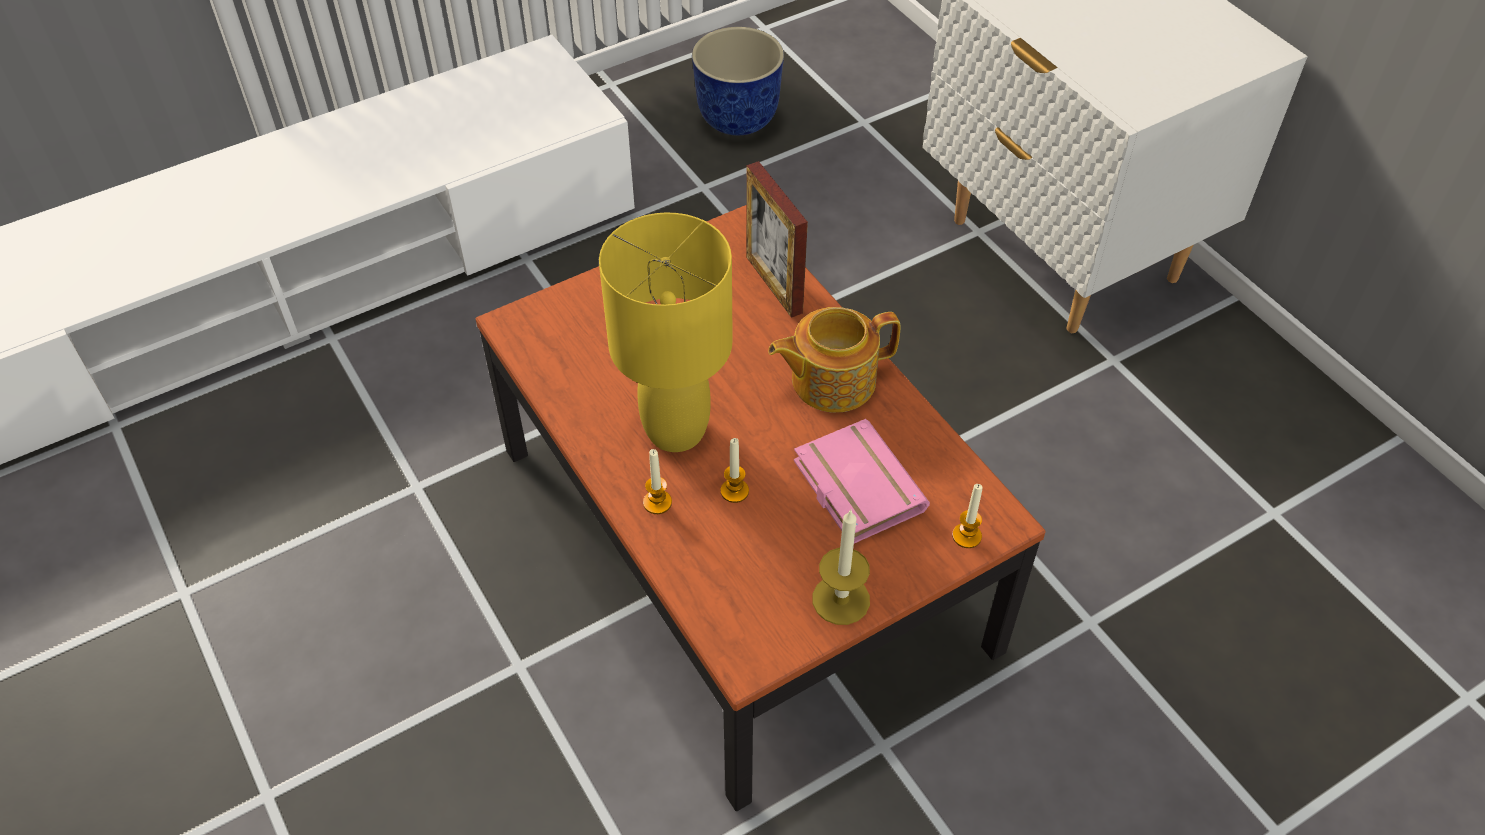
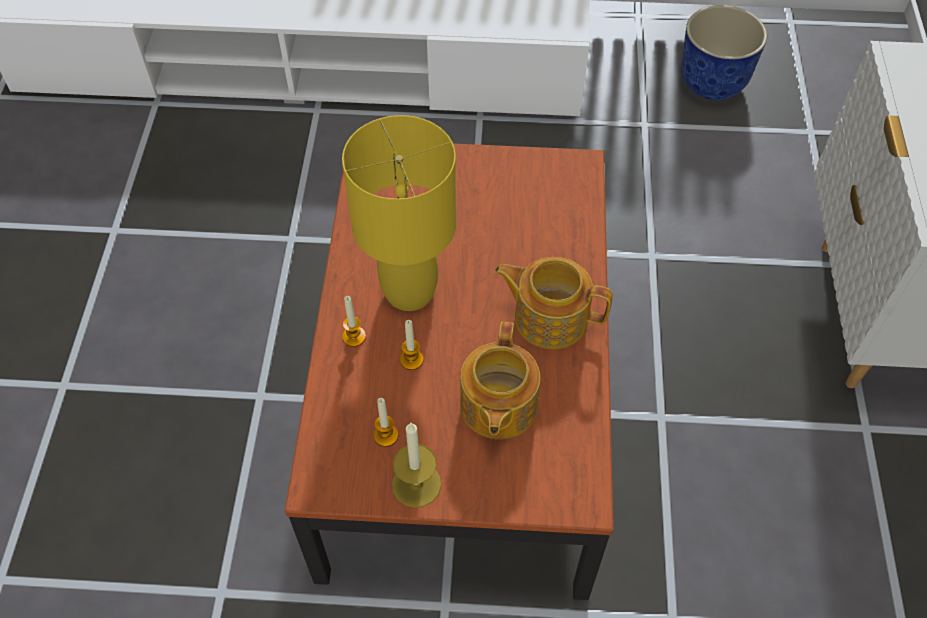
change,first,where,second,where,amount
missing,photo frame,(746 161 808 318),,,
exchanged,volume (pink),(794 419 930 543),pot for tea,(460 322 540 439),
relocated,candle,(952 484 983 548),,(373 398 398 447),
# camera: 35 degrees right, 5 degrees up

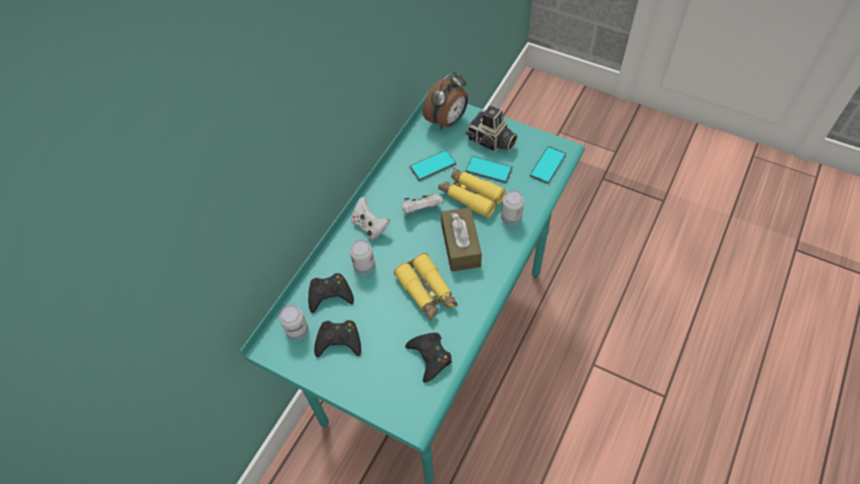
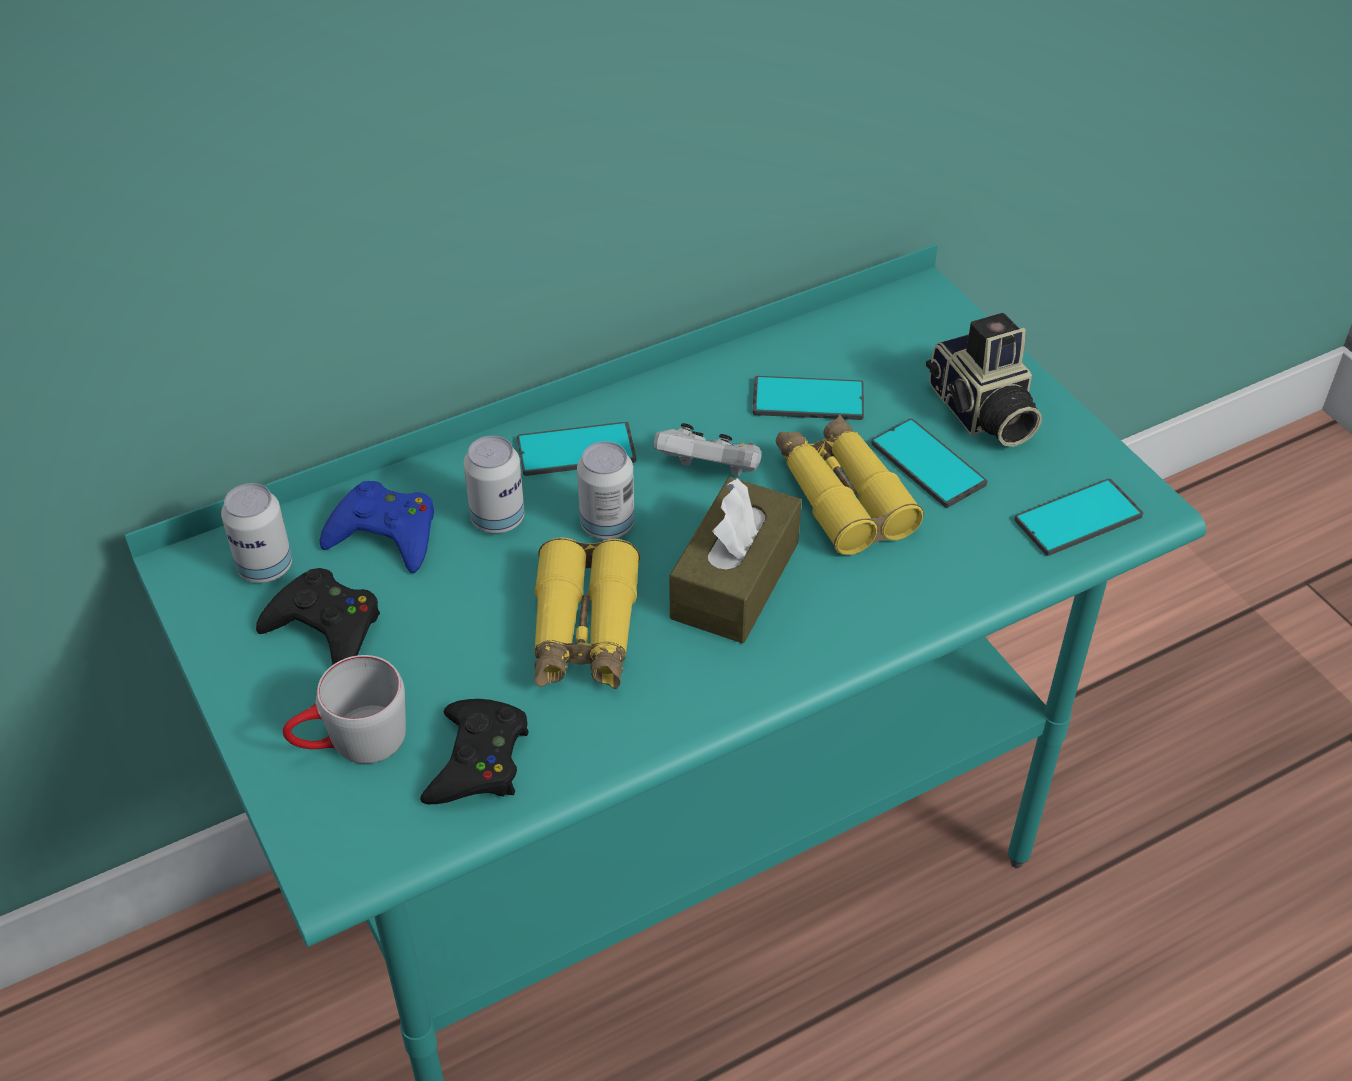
change,first,where,second,where,amount
missing,alarm clock,(422 72 468 129),,,
relocated,can,(501 190 524 226),,(577 441 635 539),
exchanged,game controller (whitish),(352 197 390 240),phone,(517 422 636 476),
colour,game controller (blackish),(308 273 354 313),game controller (bluish),(319 481 434 573),
appeared,,,coffee mug (greyish),(283 655 406 764),
# camera: 30 degrees right, 10 degrees down

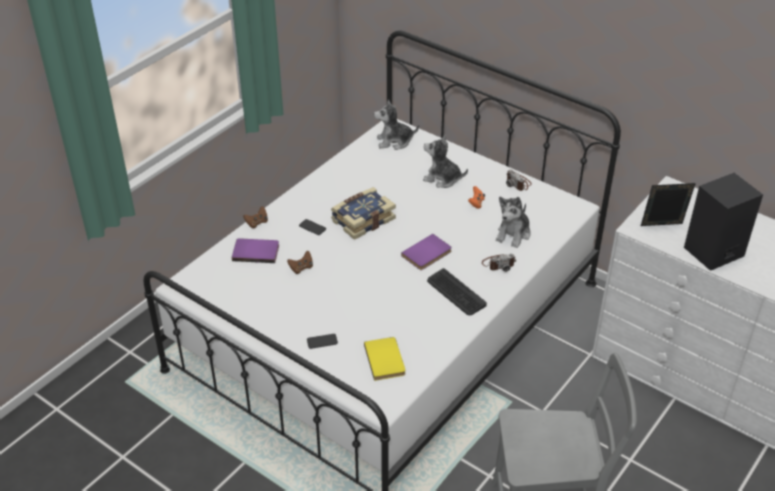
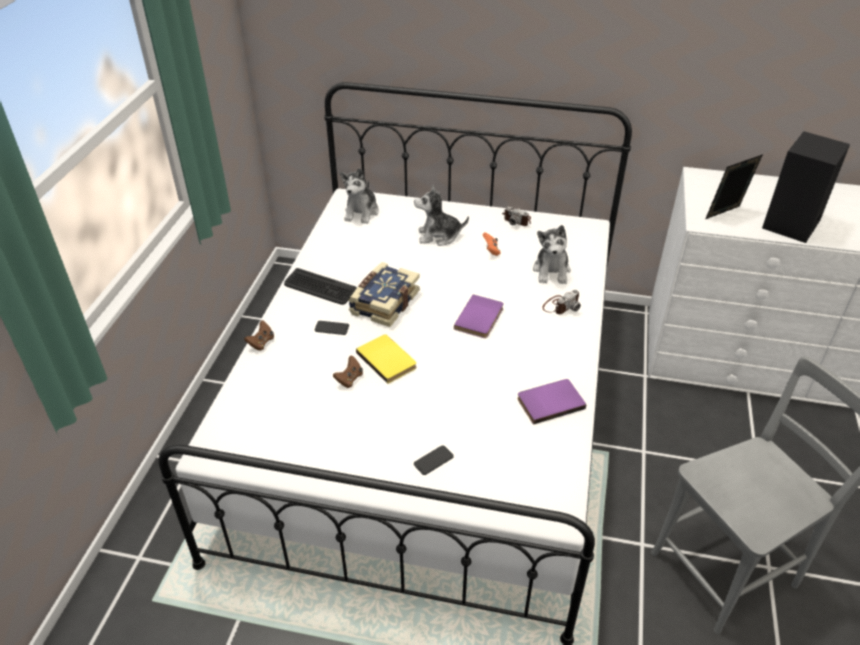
change,first,where,second,where,amount
spun,plush toy,(374 100 419 150),,(340 168 379 224),45 degrees counterclockwise
relocated,volume (purplish),(232 238 279 263),,(517 379 587 425),
relocated,keyboard,(427 268 487 315),,(284 268 357 305),
relocated,volume (yellow),(364 337 405 381),,(356 334 416 384),
# camera: 25 degrees left, 0 degrees up

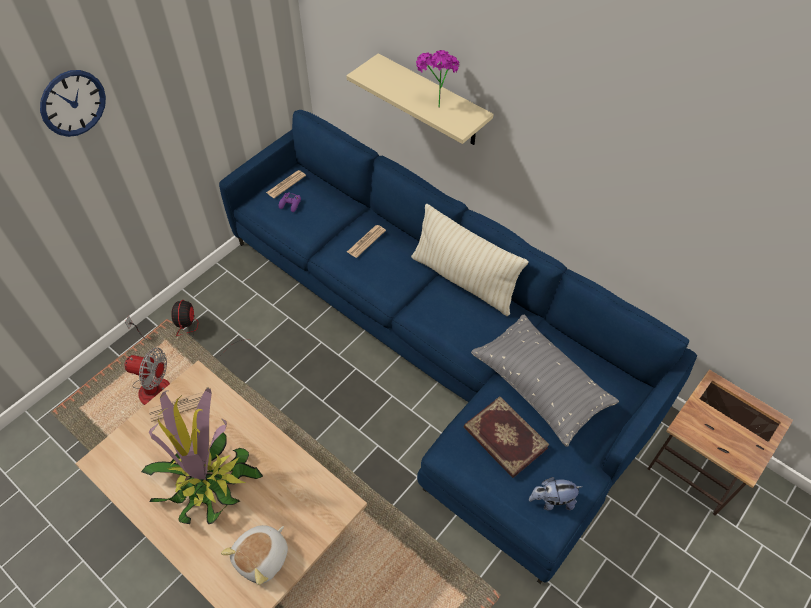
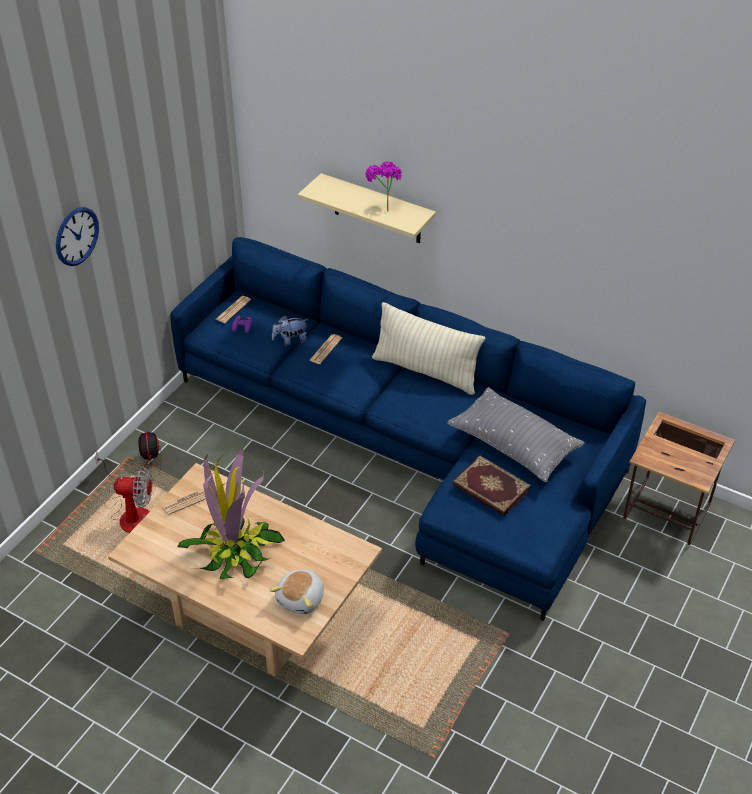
change,first,where,second,where,amount
relocated,plush toy,(529 477 582 511),,(272 315 308 346),
# camera: 10 degrees left, 10 degrees down

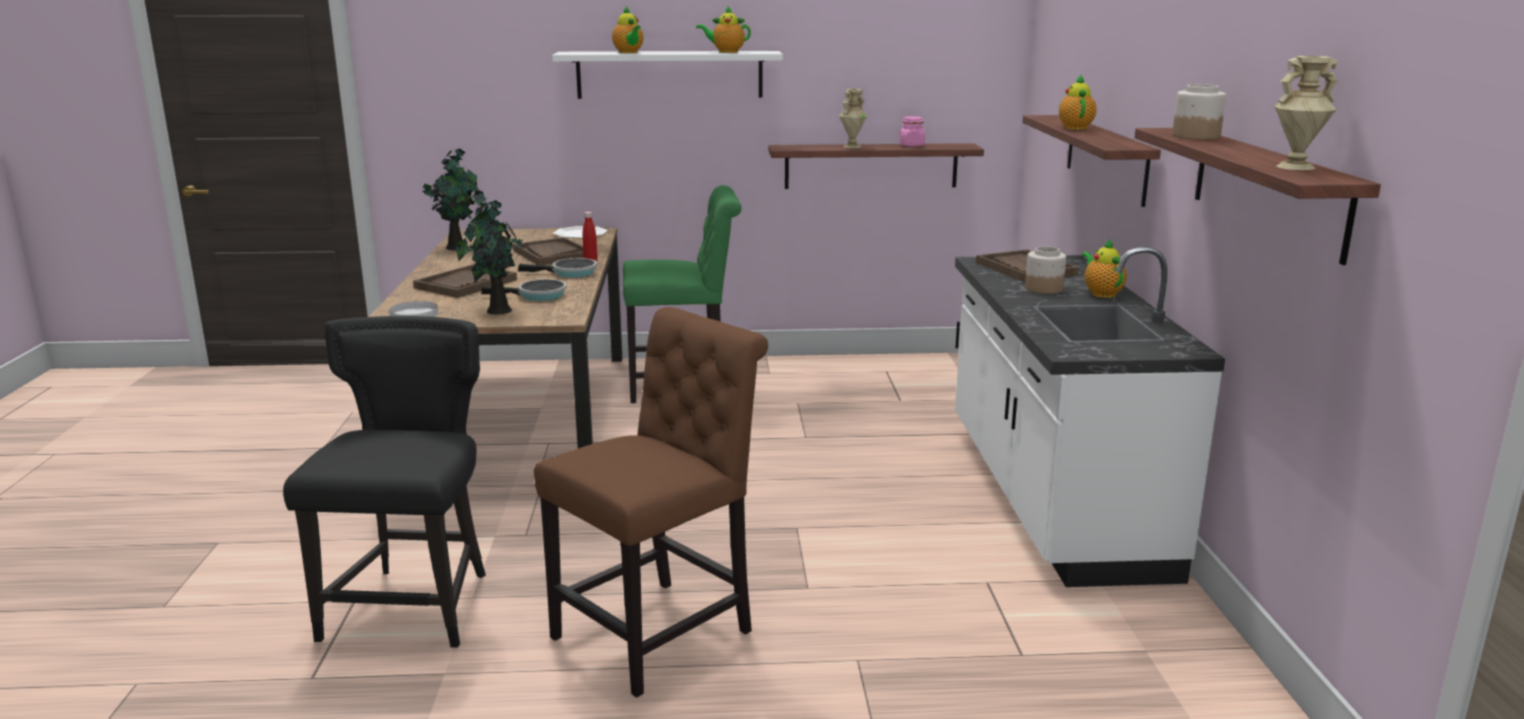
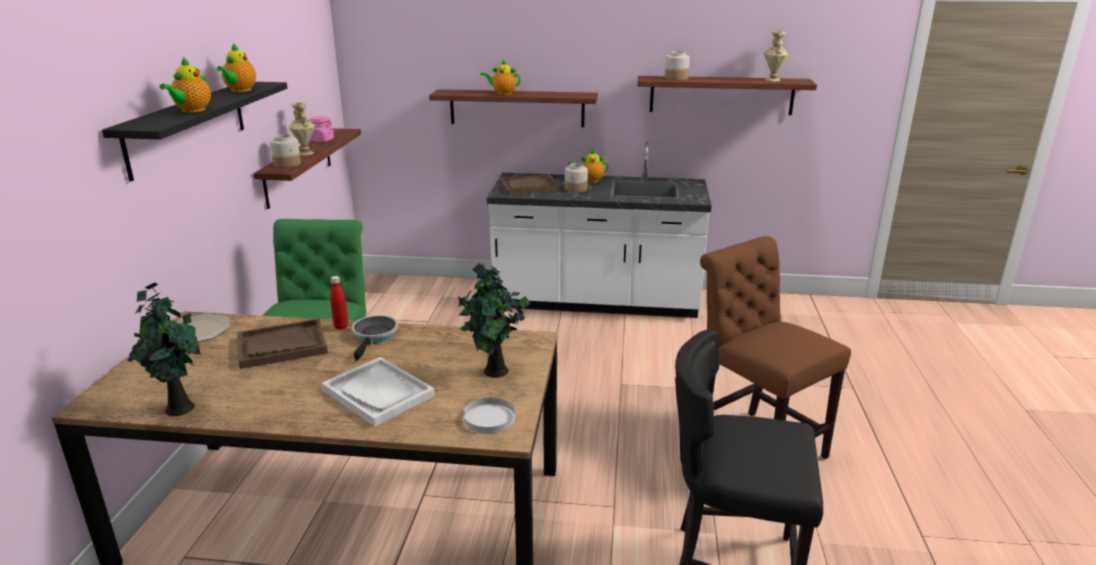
change,first,where,second,where,amount
spun,pot for tea,(612 6 644 53),,(159 57 211 112),120 degrees clockwise
colour,wall shelf (whitish),(552 51 783 99),wall shelf (blackish),(102 82 287 182),
colour,tray (brown),(413 264 517 298),tray (whitish),(321 357 435 426),
missing,frying pan,(481 279 567 301),,,
appeared,,,storage jar,(270 134 301 168),
# camera: 80 degrees left, 5 degrees up

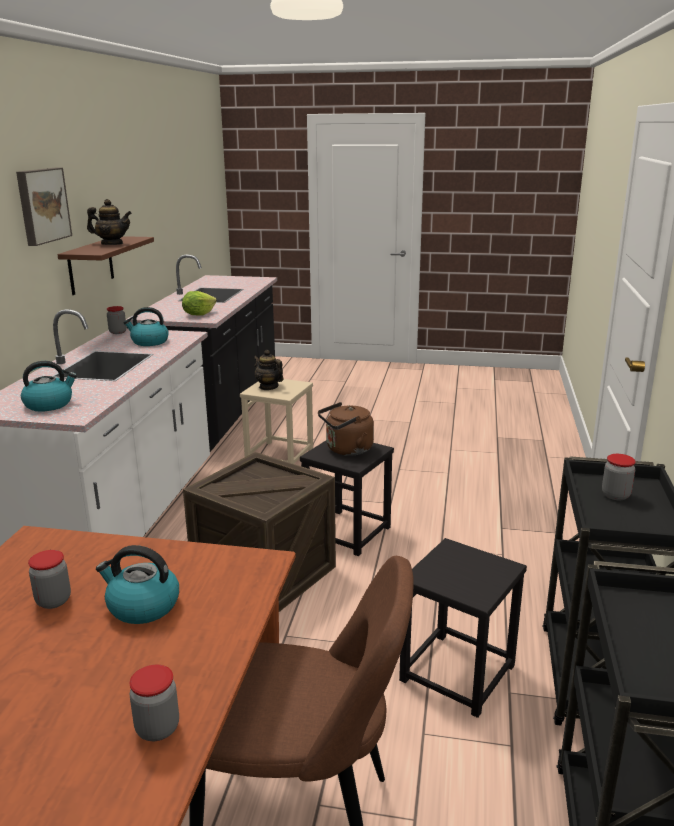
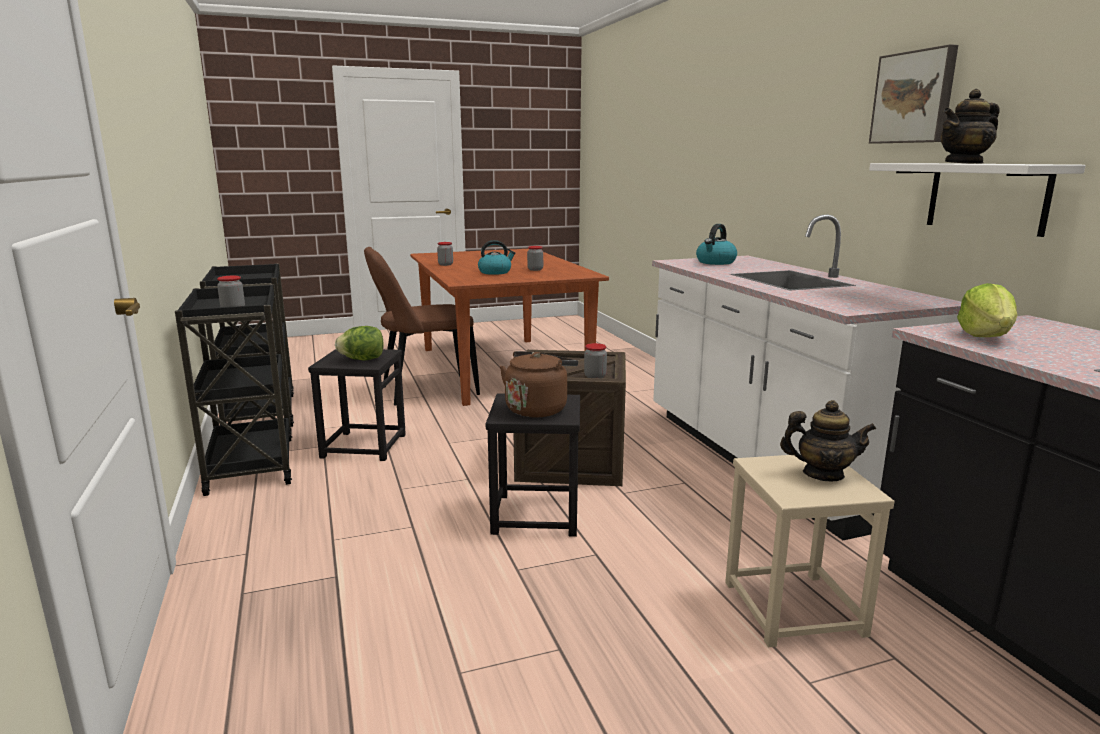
change,first,where,second,where,amount
colour,wall shelf (brown),(57 236 154 295),wall shelf (whitish),(869 163 1086 237),
relocated,storage jar,(107 306 126 334),,(584 343 607 378),
missing,kettle,(124 307 169 346),,,
appeared,,,head of lettuce,(335 326 384 361),
# camera: 150 degrees right, 5 degrees down

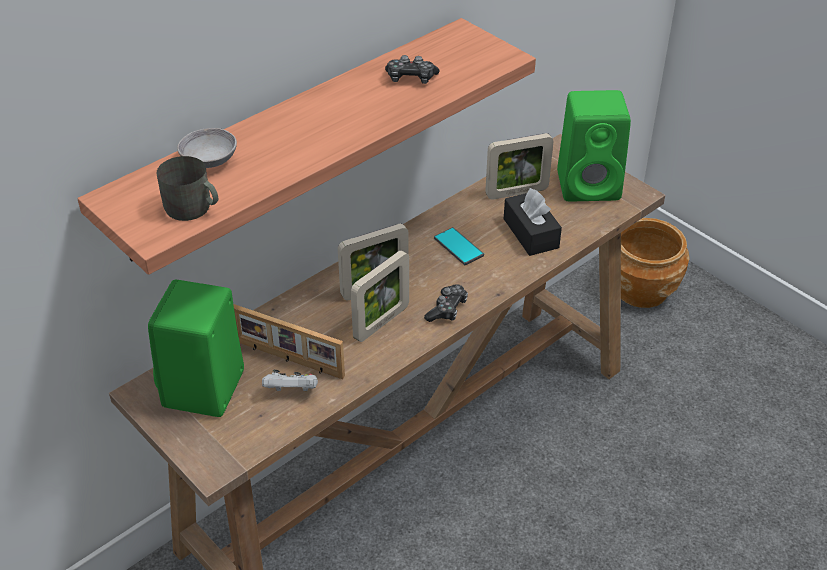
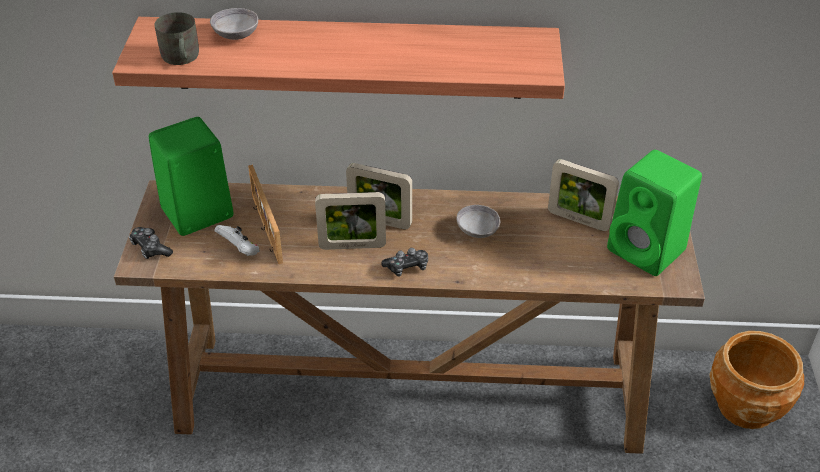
change,first,where,second,where,amount
relocated,game controller,(385 55 440 84),,(129 227 173 259),
missing,tissue box (blackish),(504 188 562 256),,,
exchanged,phone,(434 227 484 265),deep dish (greyish),(456 205 500 238),
# camera: 45 degrees right, 0 degrees up

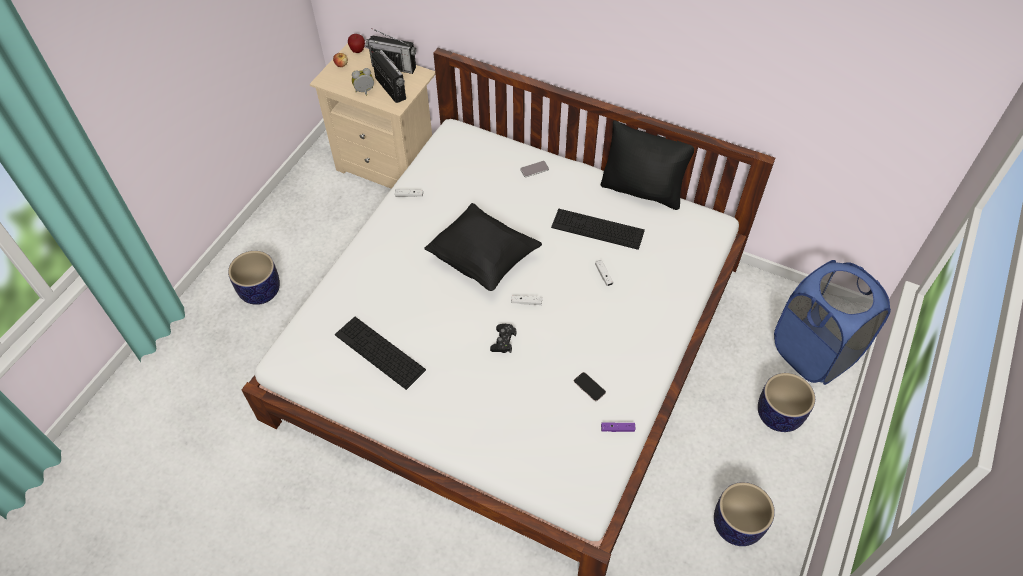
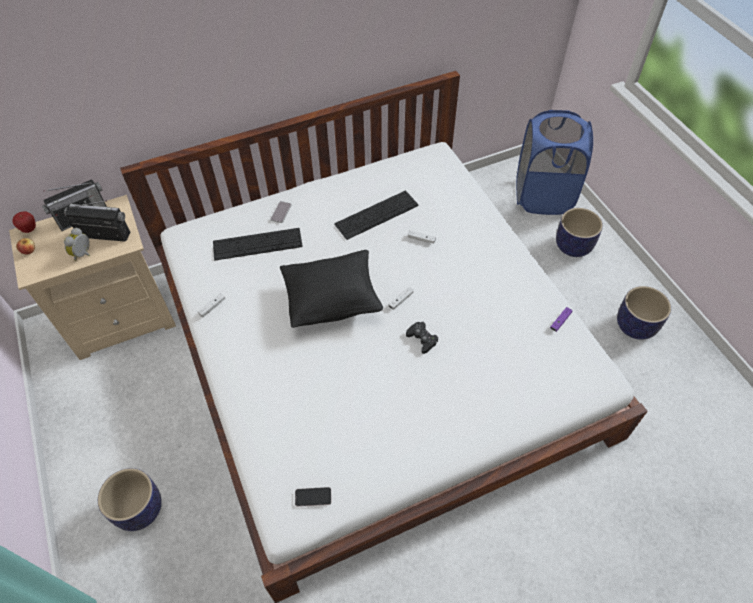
change,first,where,second,where,amount
missing,cushion (blackish),(601 120 694 210),,,
relocated,keyboard,(335 317 426 390),,(213 228 303 260),
relocated,phone,(574 372 606 401),,(295 487 331 507),
# camera: 50 degrees left, 0 degrees up

